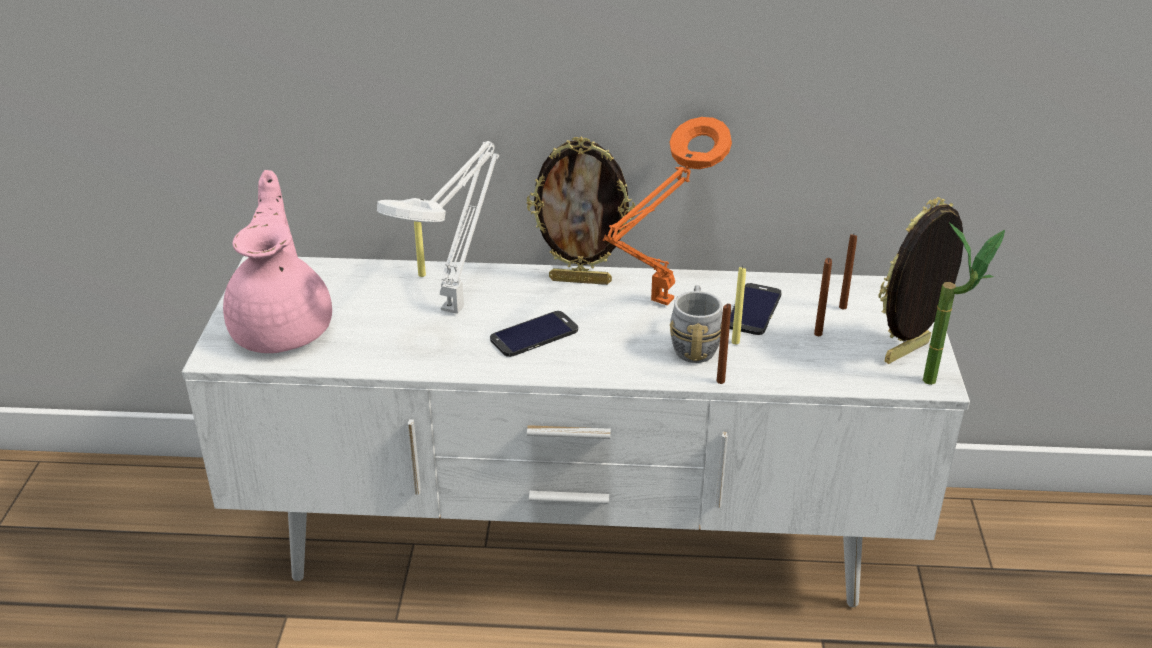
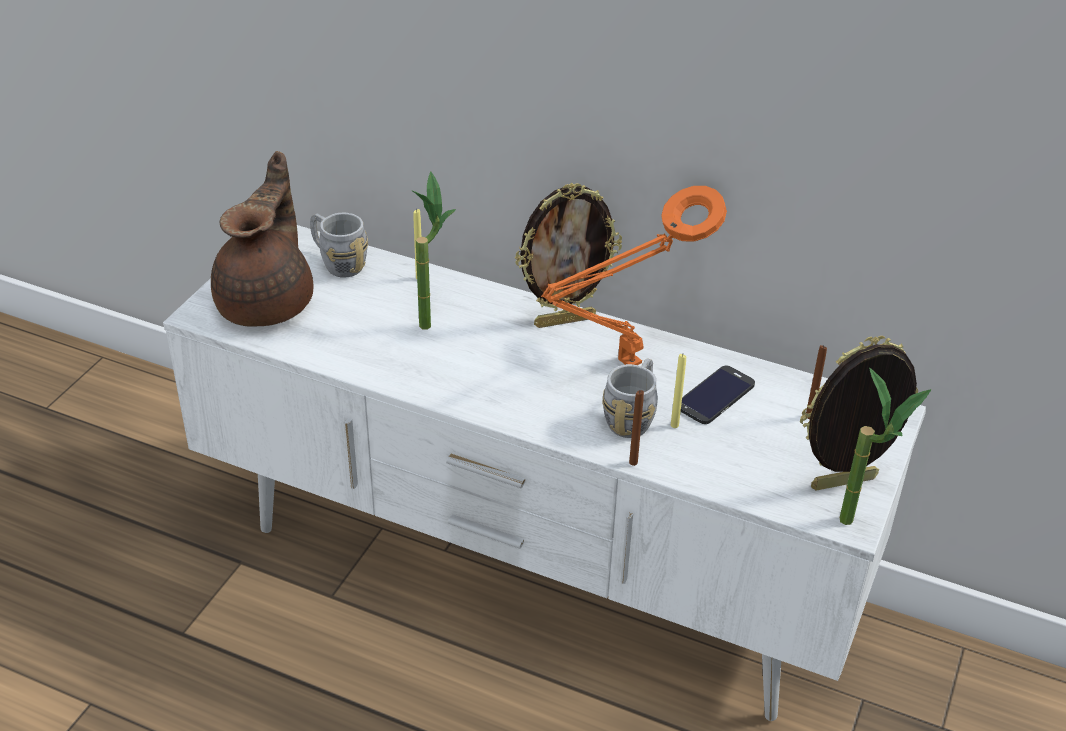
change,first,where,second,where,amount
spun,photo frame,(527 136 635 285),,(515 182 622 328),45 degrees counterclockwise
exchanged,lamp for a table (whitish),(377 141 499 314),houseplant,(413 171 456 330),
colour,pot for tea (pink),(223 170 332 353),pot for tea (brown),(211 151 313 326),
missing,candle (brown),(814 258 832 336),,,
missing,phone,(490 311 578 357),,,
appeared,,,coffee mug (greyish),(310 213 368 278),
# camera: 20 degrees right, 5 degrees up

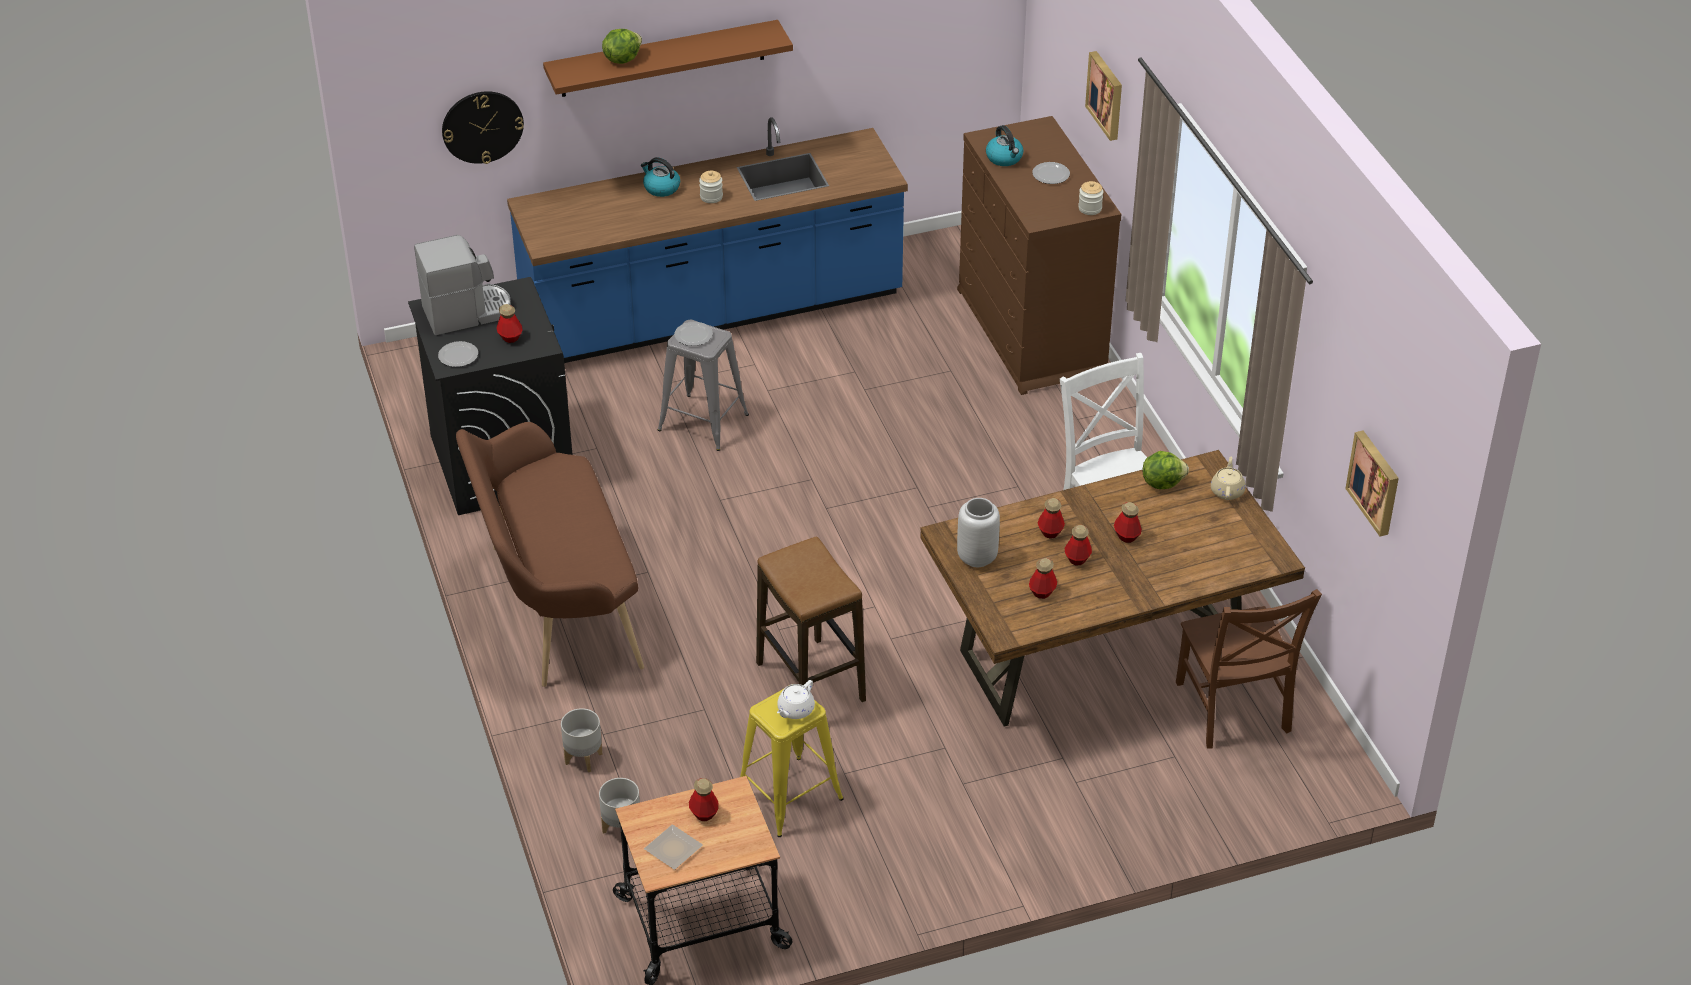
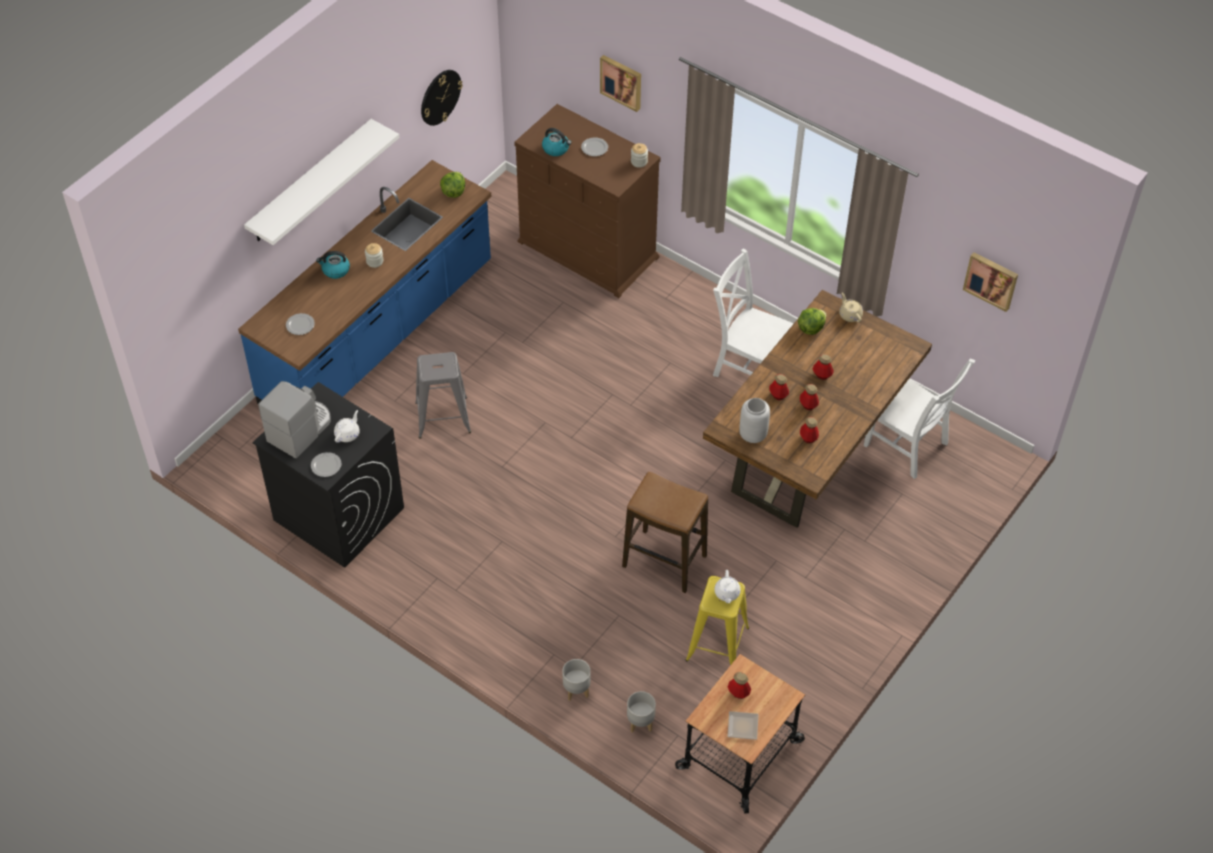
change,first,where,second,where,amount
colour,wall shelf (brown),(543 20 793 97),wall shelf (whitish),(244 119 399 245),
relocated,head of lettuce,(602 29 642 64),,(440 172 465 198),
relocated,wall clock,(442 91 524 164),,(421 70 463 126),
exchanged,bottle,(496 304 523 343),pot for tea (whitish),(334 410 360 443),
relocated,plate,(675 322 713 346),,(286 313 315 335),
missing,indoor bench (brown),(456 422 644 687),,,
colour,chair (brown),(1176 589 1322 749),chair (whitish),(864 359 975 479),
# camera: 35 degrees left, 10 degrees up

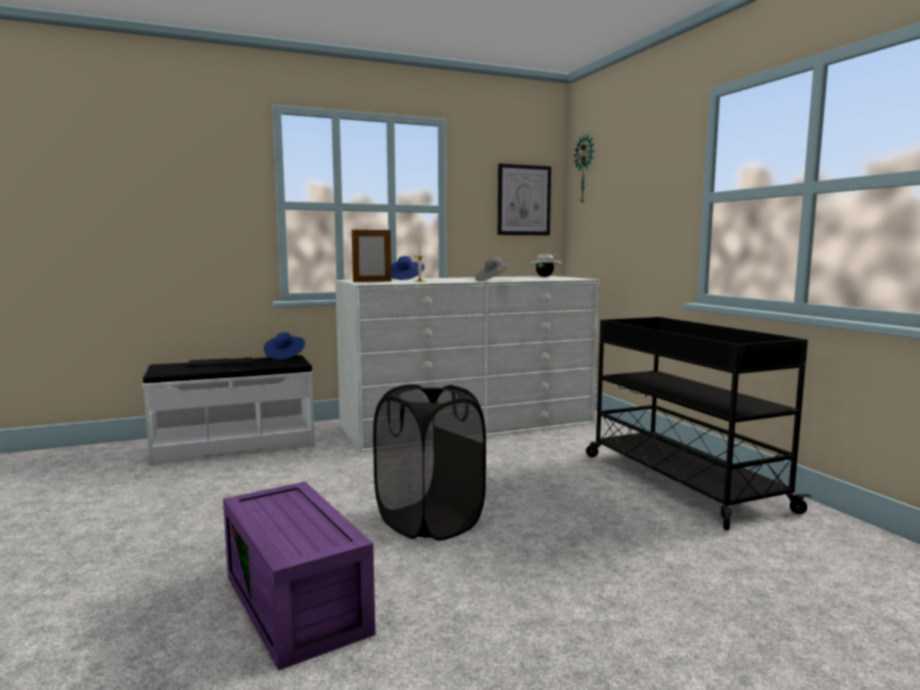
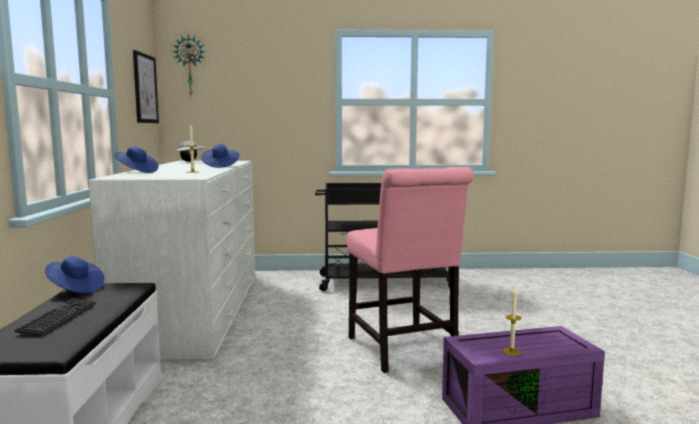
change,first,where,second,where,amount
missing,photo frame,(352 228 391 282),,,
colour,wearable hat (greyish),(475 256 515 281),wearable hat (bluish),(201 144 240 168),
exchanged,washing basket (blackish),(373 384 486 541),chair (pink),(347 167 474 373),
appeared,,,candle,(503 289 521 356),
# camera: 70 degrees left, 0 degrees up

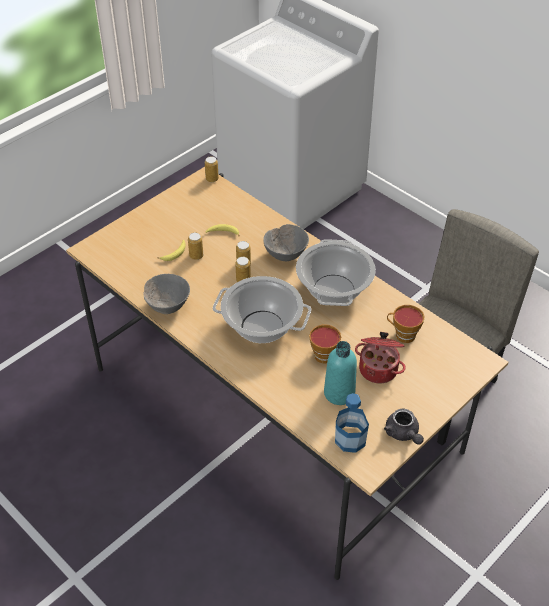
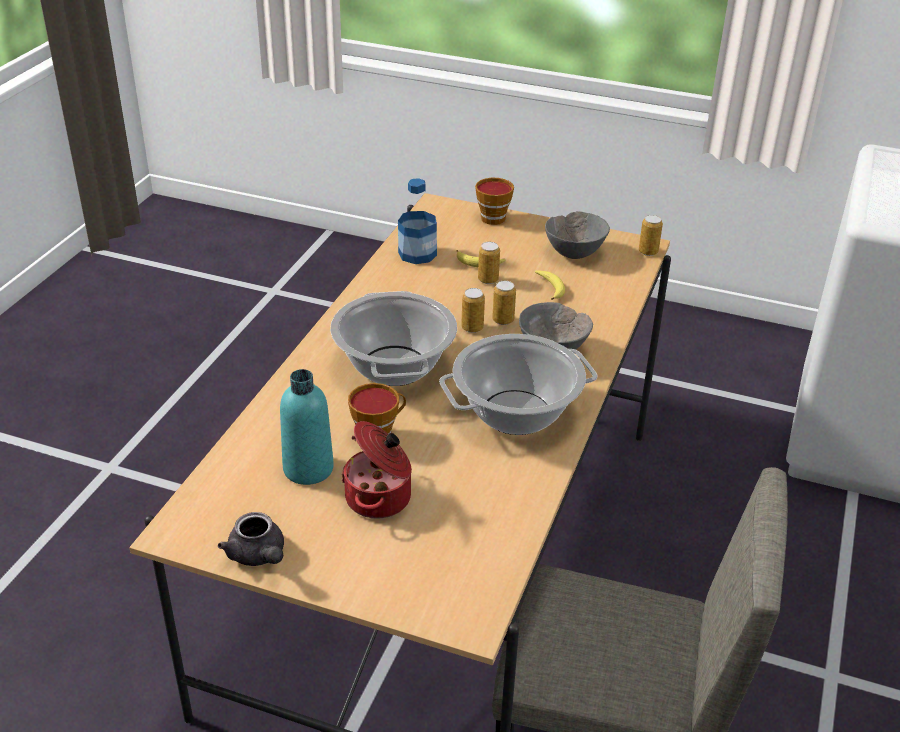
change,first,where,second,where,amount
relocated,deep dish (greyish),(143 274 190 314),,(545 211 610 259),
relocated,drinking cup,(387 305 424 343),,(475 177 514 225),
relocated,bottle,(335 393 369 453),,(398 179 437 264),
spun,pot for tea (greyish),(384 409 424 445),,(218 512 284 566),75 degrees counterclockwise
# camera: 65 degrees right, 10 degrees down

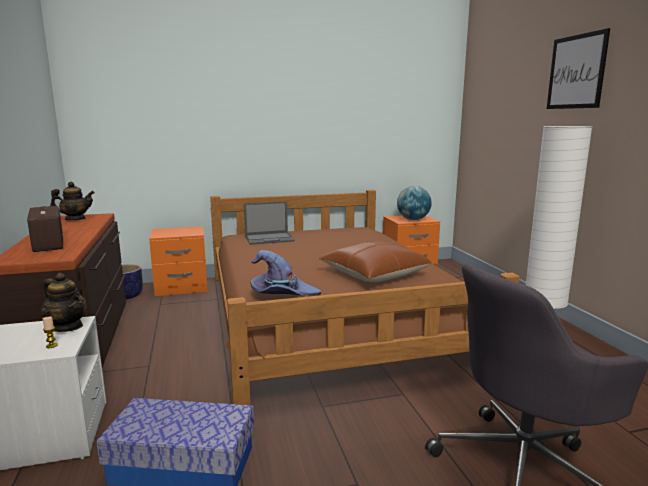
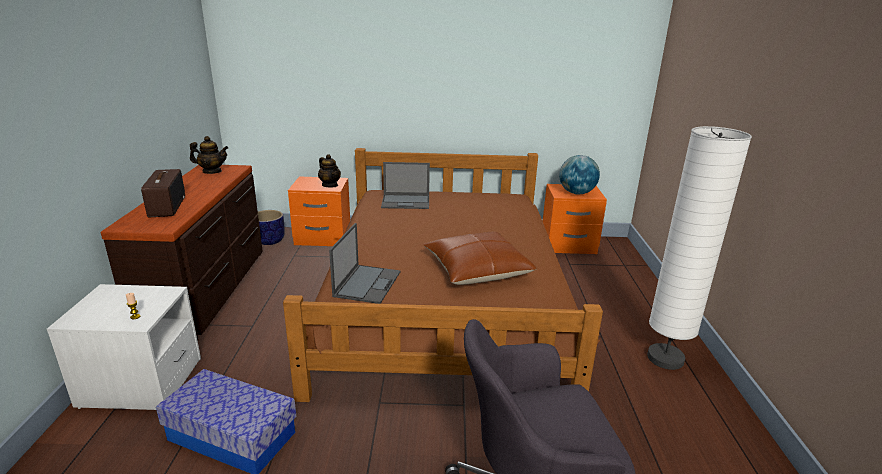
change,first,where,second,where,amount
missing,wall art,(547 28 610 109),,,
exchanged,wearable hat (purplish),(250 250 321 296),notebook computer,(329 223 401 304),
relocated,pot for tea,(41 273 87 332),,(318 154 341 188),
# camera: 15 degrees right, 10 degrees up

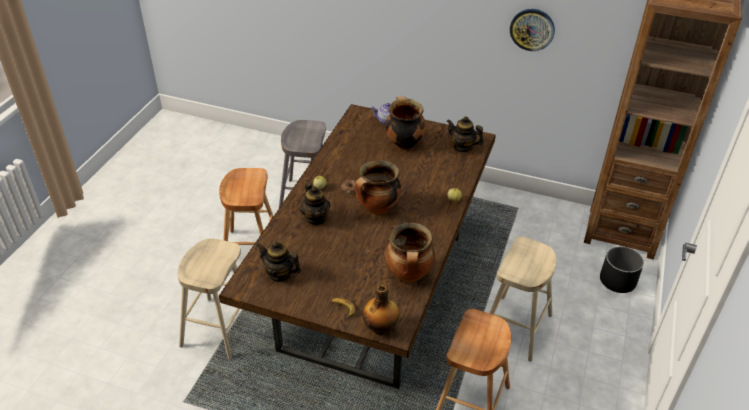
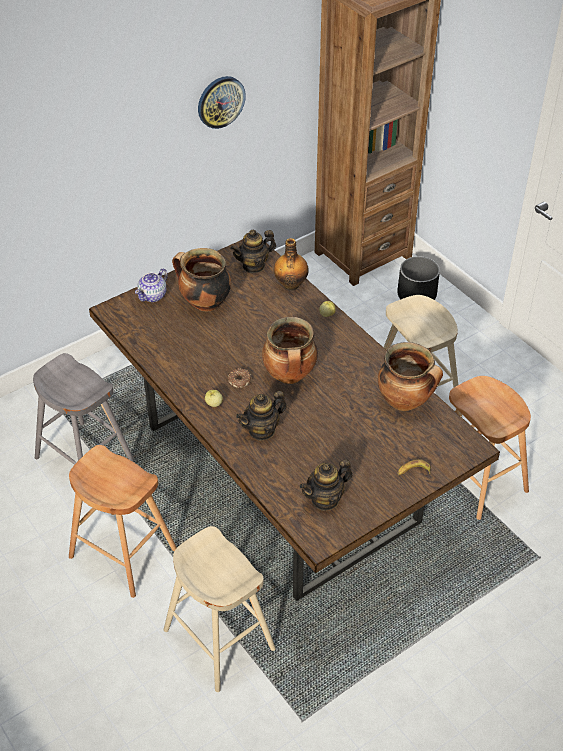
change,first,where,second,where,amount
spun,pot for tea,(300 182 330 225),,(236 391 287 441),135 degrees clockwise
relocated,bottle,(363 285 400 335),,(274 238 309 291),
# camera: 55 degrees left, 5 degrees up

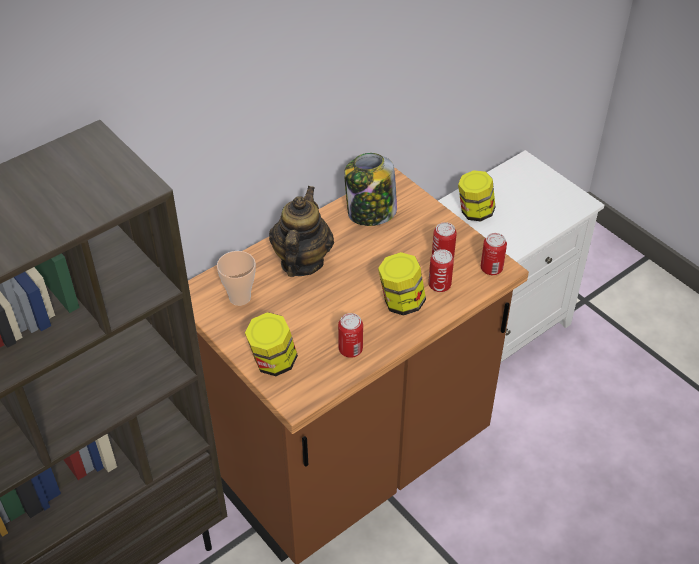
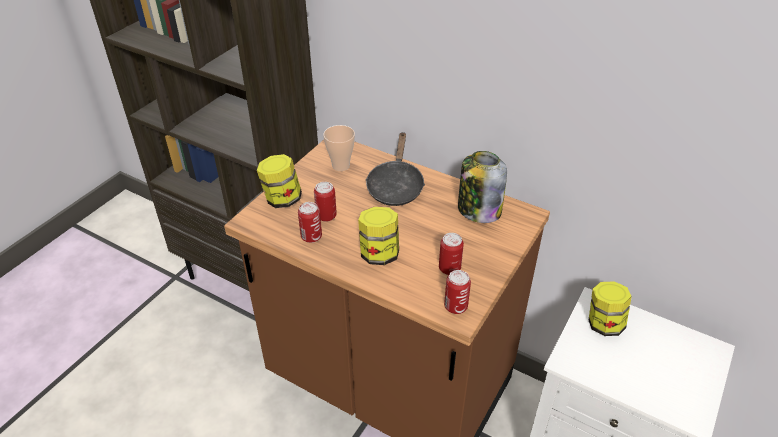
change,first,where,second,where,amount
exchanged,pot for tea,(269 186 334 277),frying pan (blackish),(365 133 425 206),
relocated,can,(428 249 454 292),,(314 182 337 222),
# camera: 70 degrees right, 5 degrees down

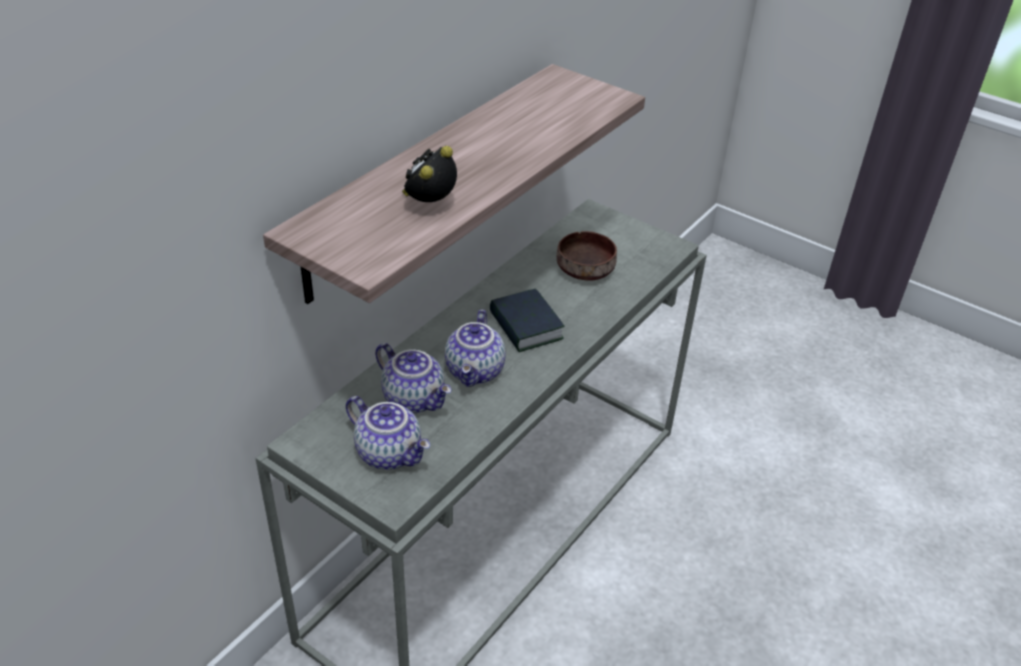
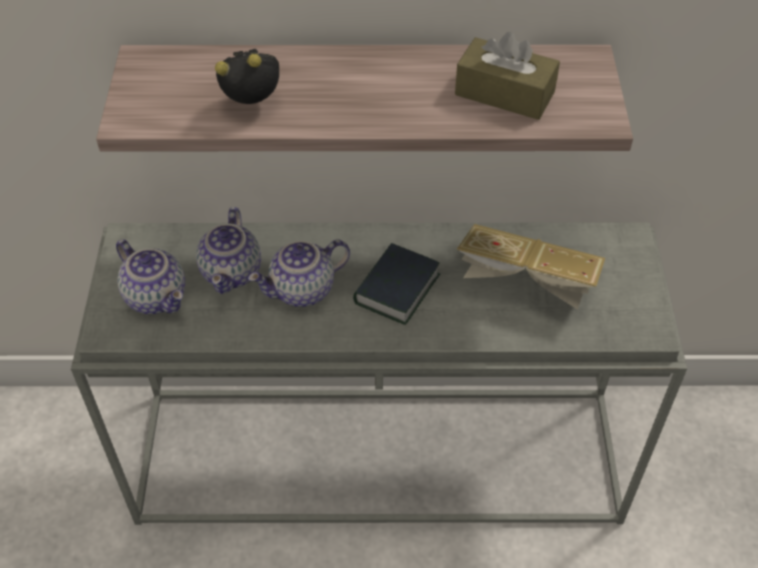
change,first,where,second,where,amount
exchanged,deep dish (brown),(557 231 617 281),volume,(457 224 605 309),
spun,pot for tea,(346 396 430 470),,(116 239 185 314),45 degrees counterclockwise
appeared,,,tissue box (brown),(455 32 560 120),
# camera: 55 degrees right, 10 degrees up

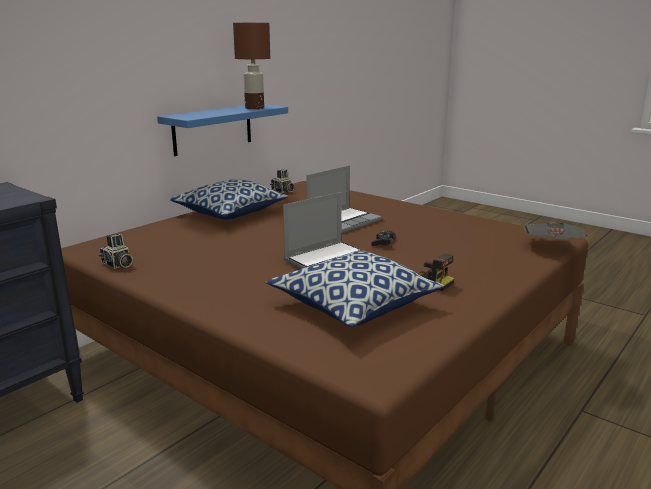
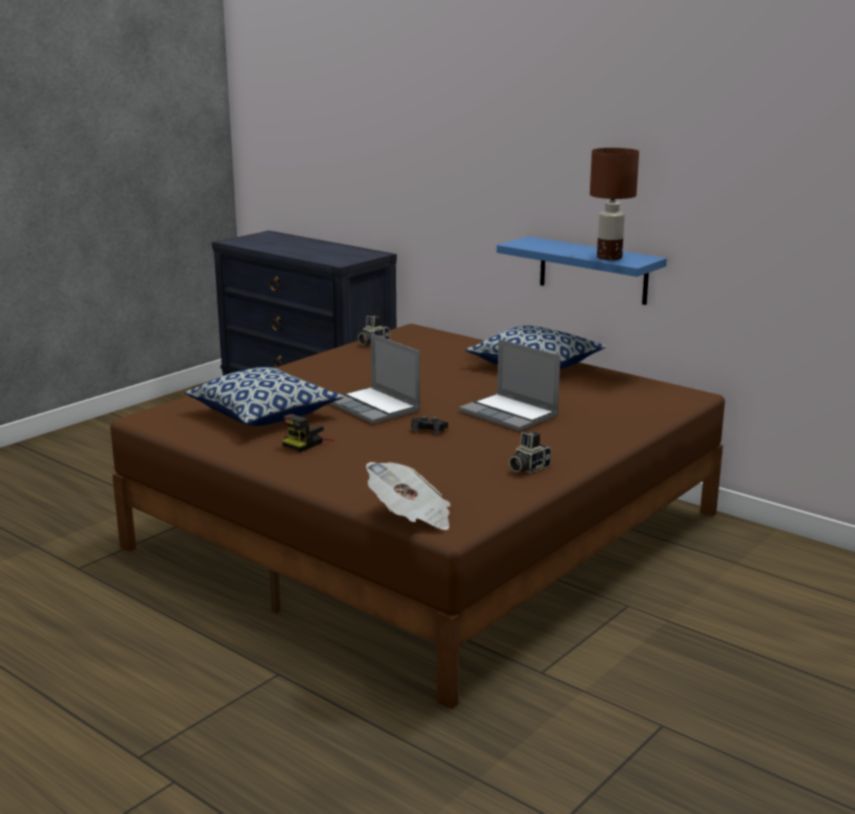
change,first,where,second,where,amount
relocated,photo camera,(270 169 295 193),,(509 431 551 473),
# camera: 90 degrees right, 0 degrees up

